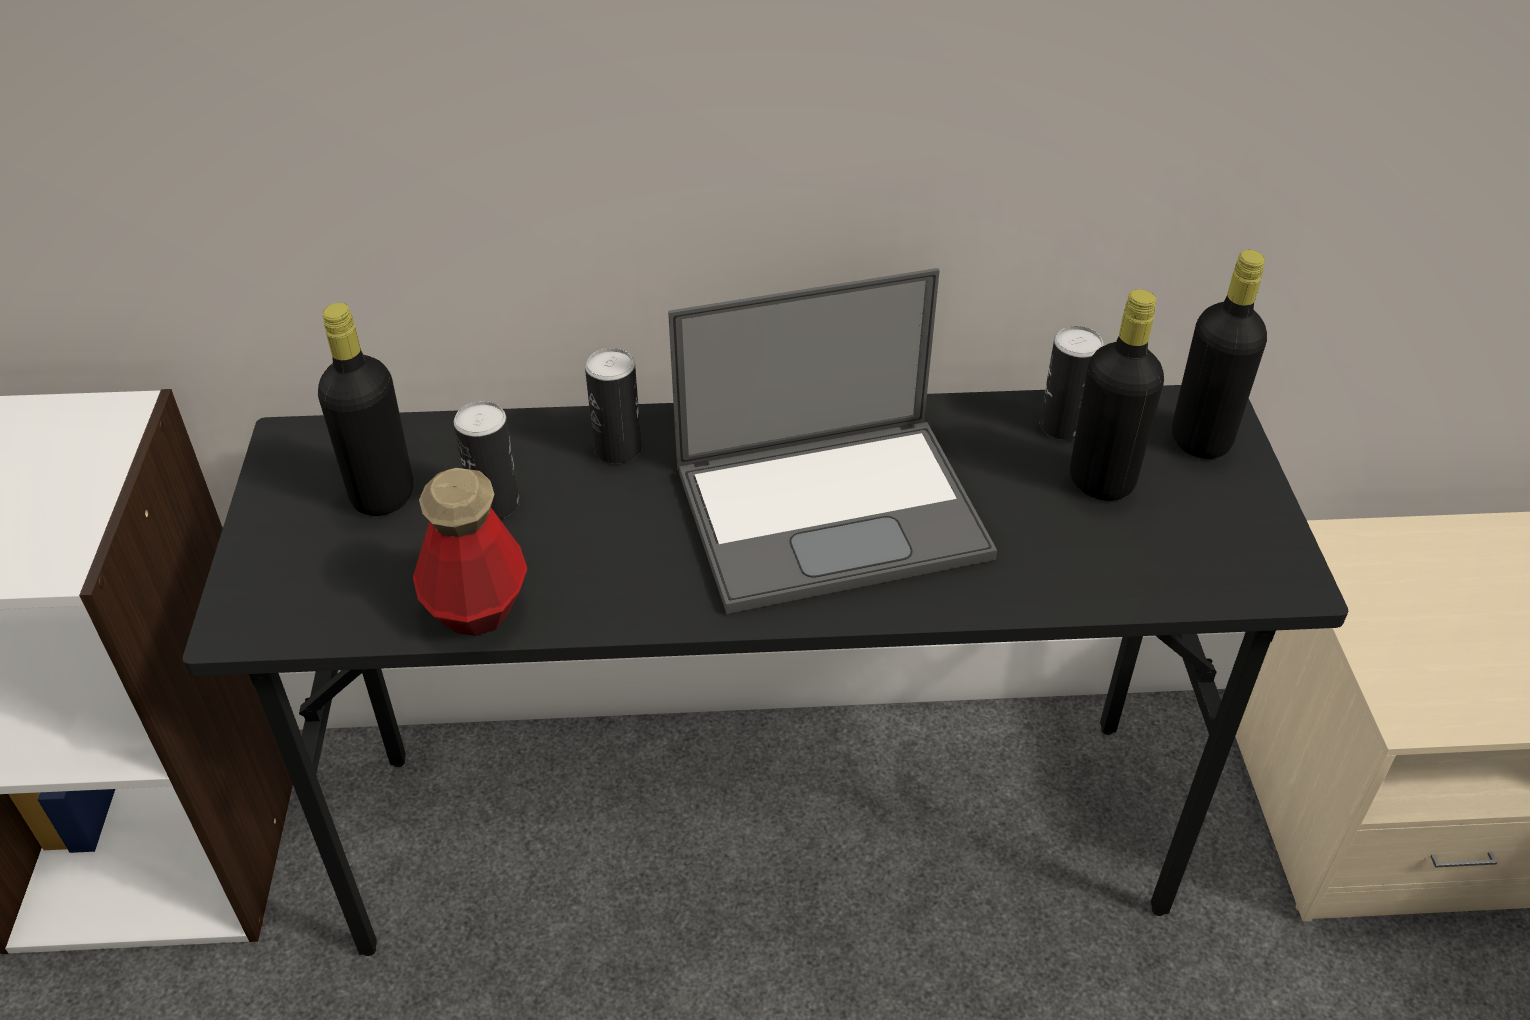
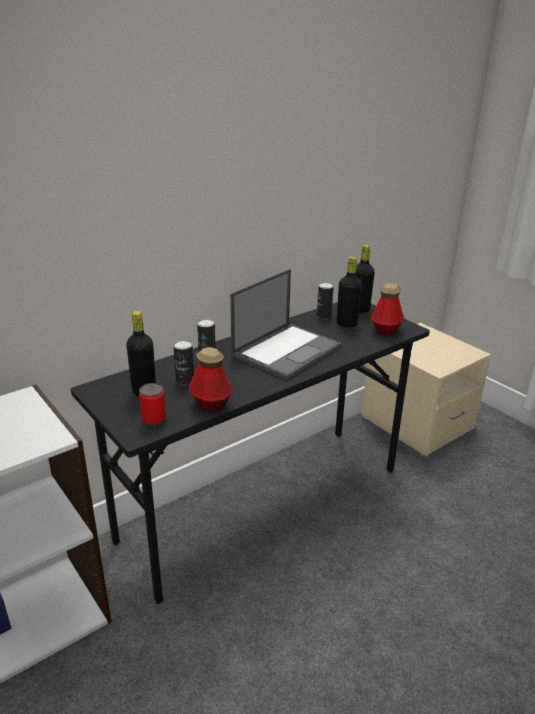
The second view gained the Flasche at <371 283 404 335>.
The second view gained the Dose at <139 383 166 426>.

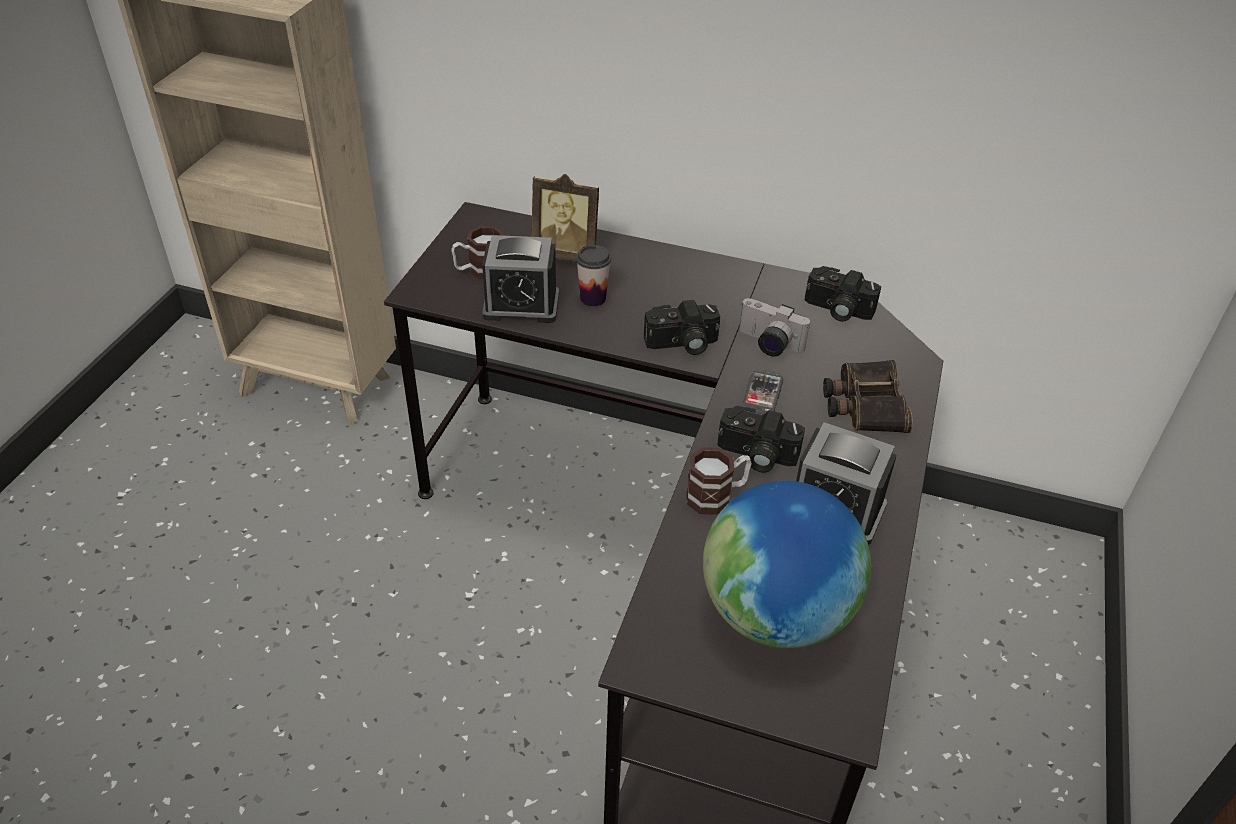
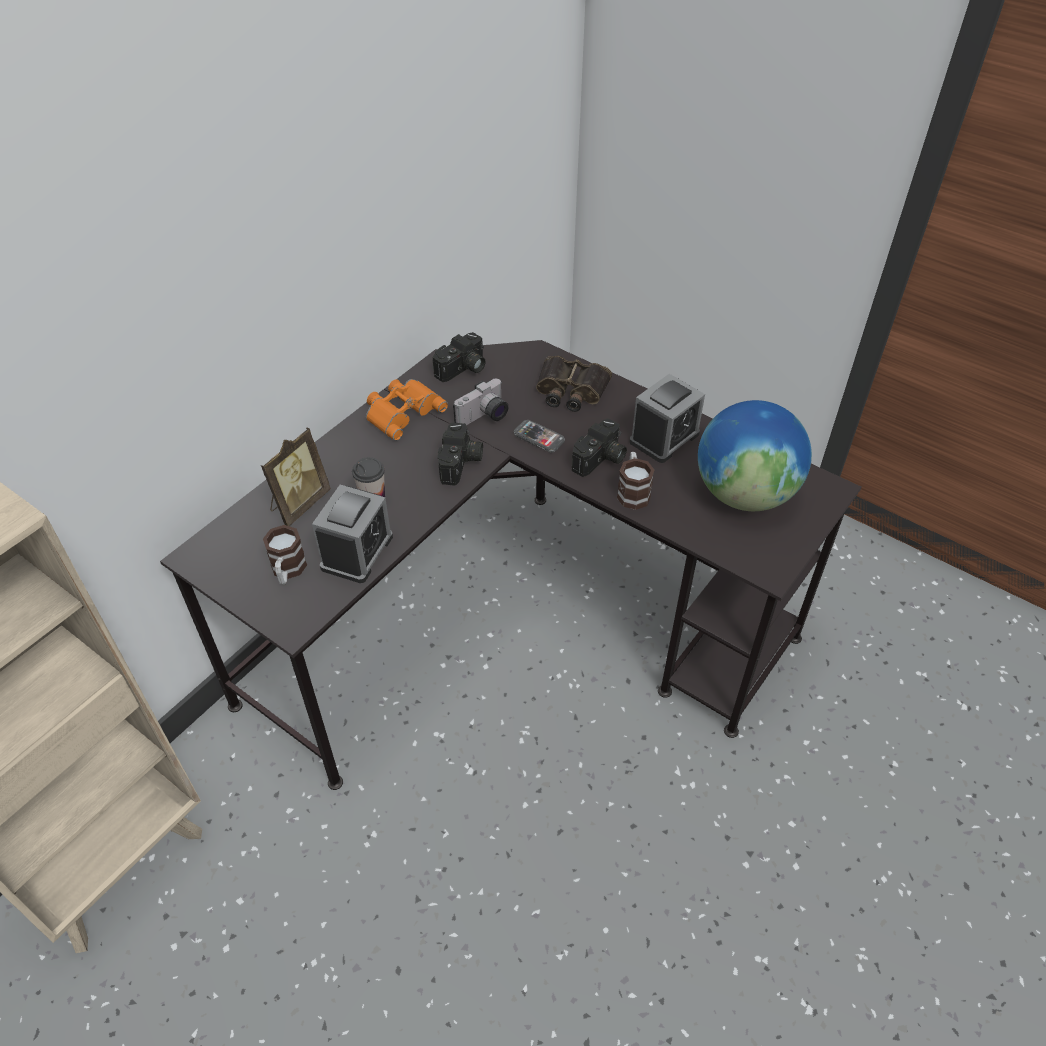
The second view gained the Fernglas/orange at <366 379 448 441>.

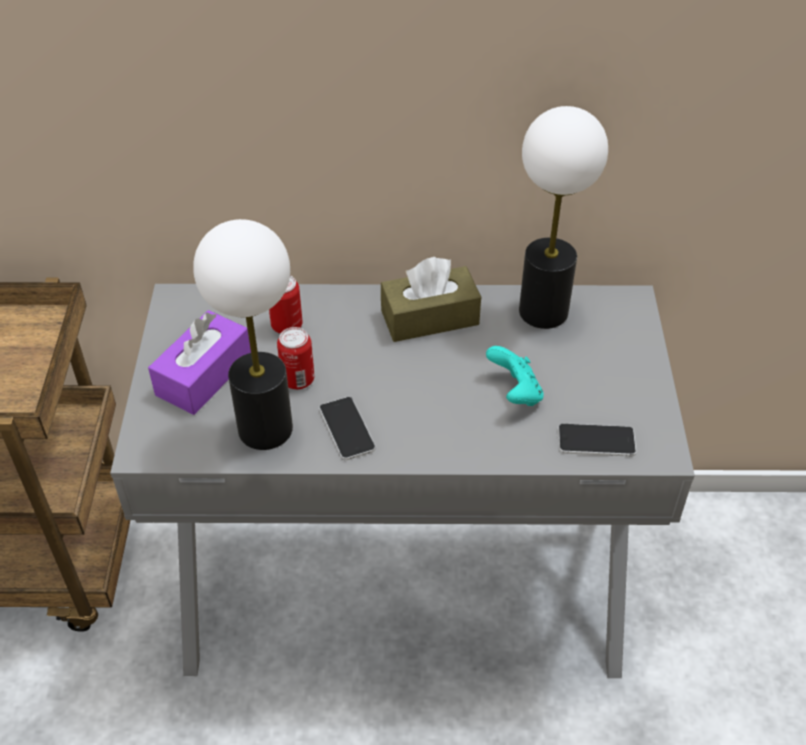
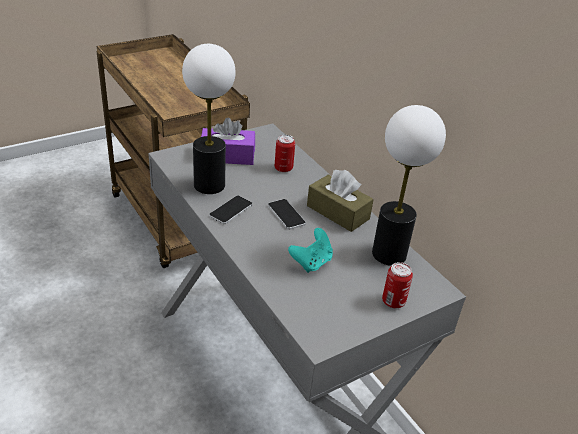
The Dose ended up elsewhere, having gone from <277 327 314 389> to <382 262 413 308>.
The Handy ended up elsewhere, having gone from <558 424 636 457> to <268 199 306 230>.

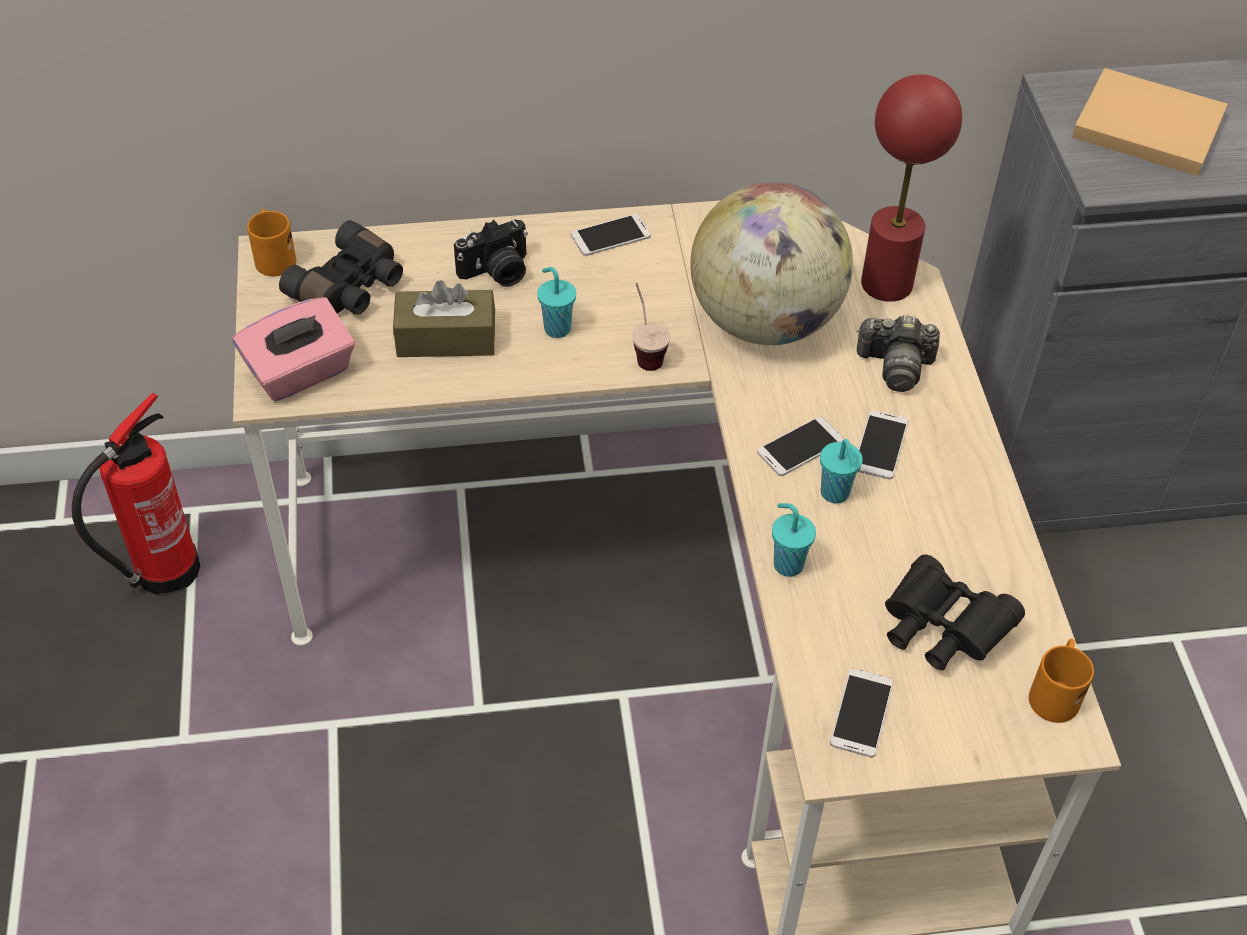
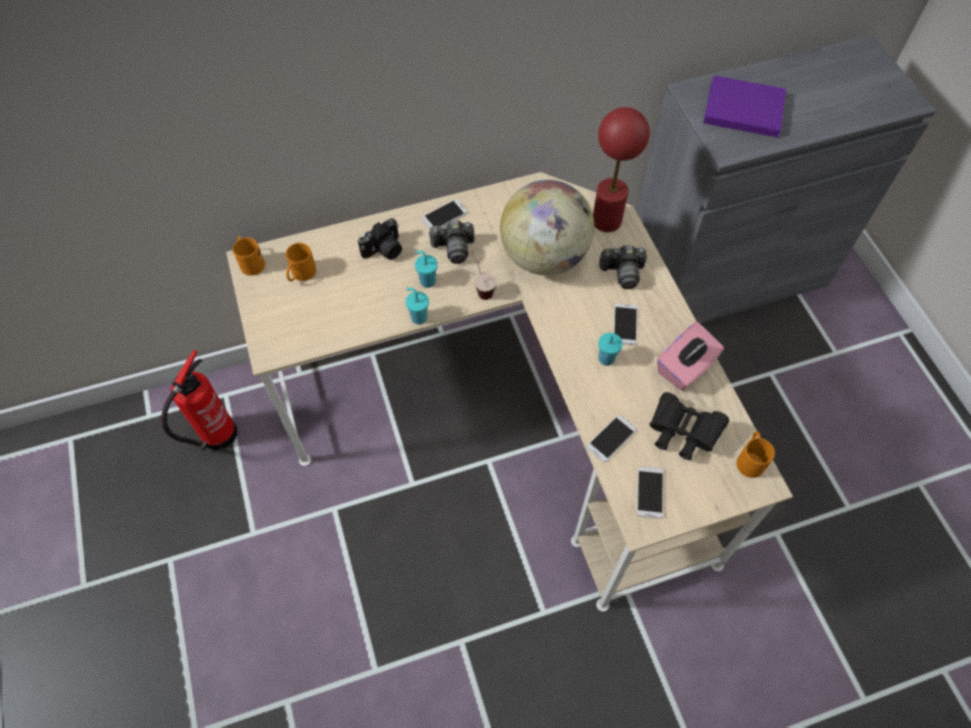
What was the Buch/beige at <1072 68 1227 176> turned into the Buch/lila at <703 76 786 138>.
Where the Fernglas/schwarz stood at <279 220 403 315>, the Henkelbecher/orange came to stand at <286 243 316 281>.
The second view lost the Taschentuchbox/braun at <393 280 495 357>.
The Taschentuchbox/rosa ended up elsewhere, having gone from <233 297 355 401> to <657 322 724 391>.
The Handy ended up elsewhere, having gone from <757 416 844 476> to <587 415 637 462>.
The Tasse/türkis ended up elsewhere, having gone from <772 503 816 577> to <405 288 429 324>.
The second view gained the Kamera at <428 220 474 264>.

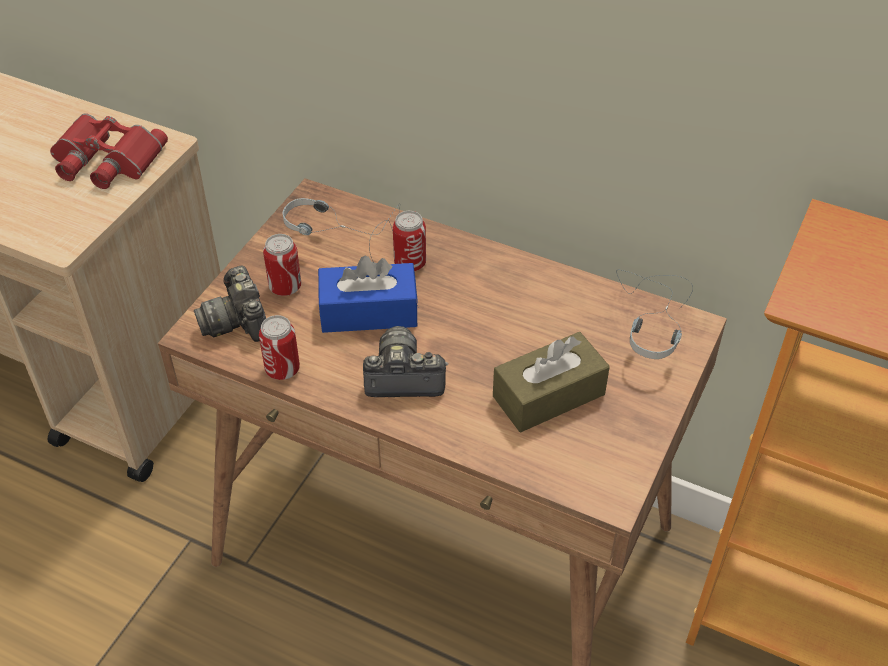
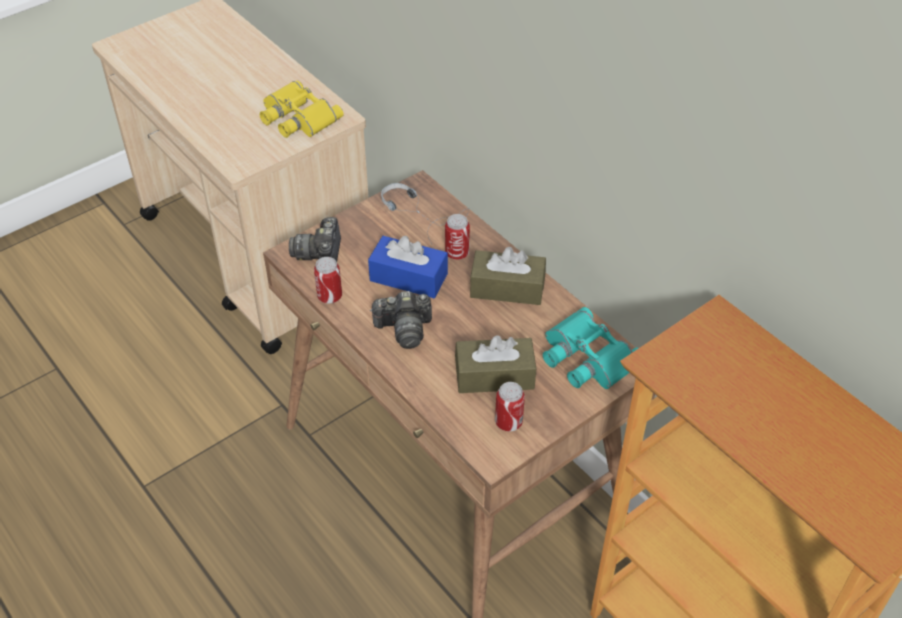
What was the Fernglas/rot at <50 113 168 189> turned into the Fernglas/gelb at <260 80 344 138>.
The Dose ended up elsewhere, having gone from <263 234 301 296> to <495 382 525 432>.
Where the Kopfhörer stood at <616 270 693 359>, the Fernglas/türkis came to stand at <543 307 638 389>.
The Kamera at <363 326 448 397> ended up facing another way, 150 degrees clockwise from before.
The second view gained the Taschentuchbox/braun at <470 247 546 305>.

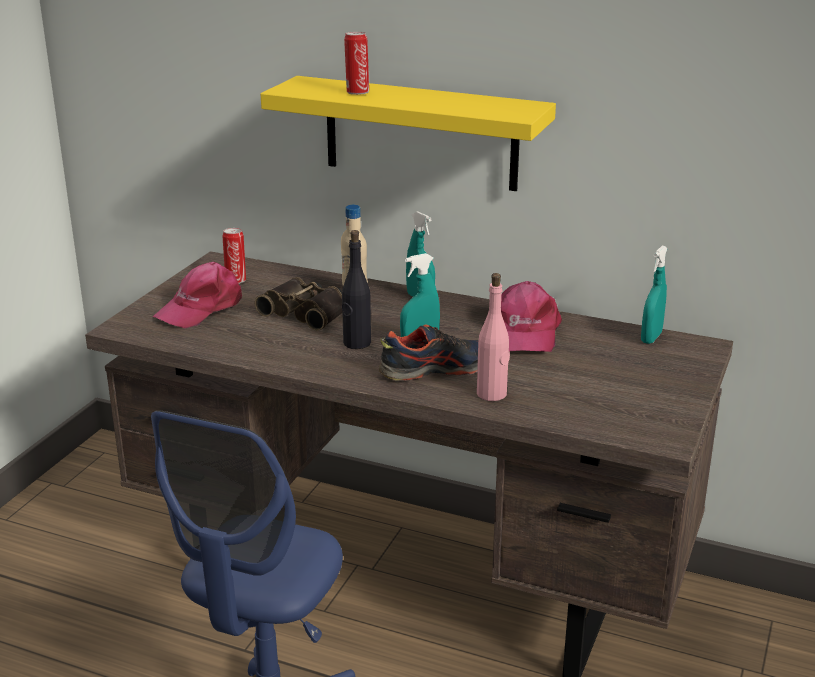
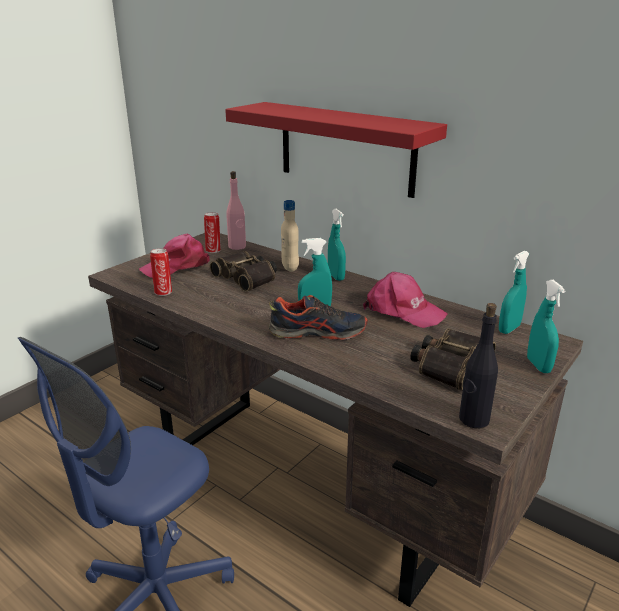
The Dose ended up elsewhere, having gone from <344 32 369 95> to <150 248 172 296>.
What was the Wandregal/gelb at <261 76 556 191> turned into the Wandregal/rot at <225 102 447 198>.
The Flasche/schwarz ended up elsewhere, having gone from <342 230 371 349> to <459 303 498 428>.
The Flasche/rosa ended up elsewhere, having gone from <477 273 510 401> to <226 171 246 250>.
The Kappe/rosa at <501 281 562 352> ended up facing another way, 75 degrees counterclockwise from before.
The second view gained the Sprühflasche/türkis at <527 280 566 373>.
The second view gained the Fernglas at <410 329 496 391>.

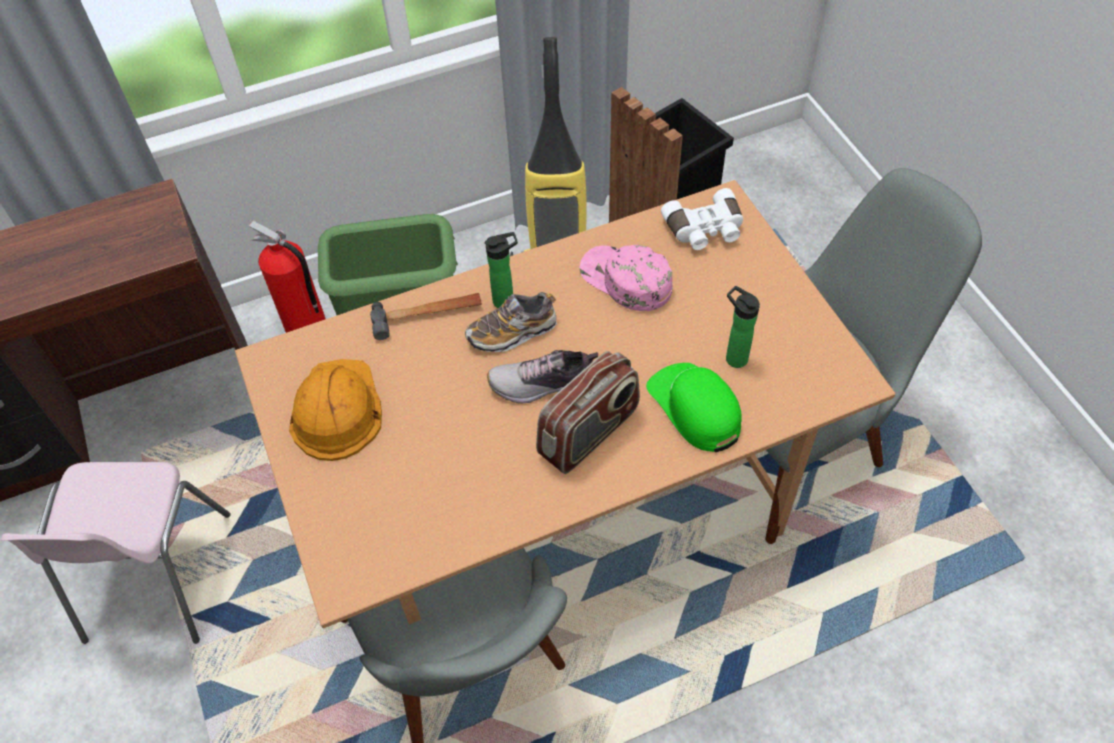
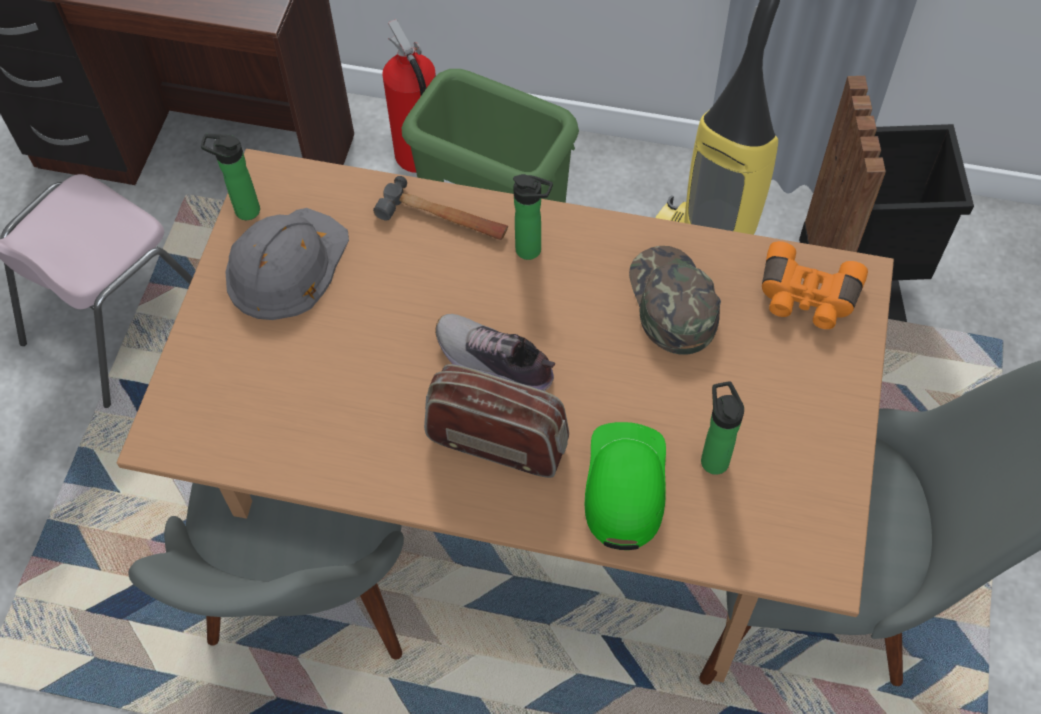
What was the Fernglas/weiß at <661 188 743 250> turned into the Fernglas/orange at <762 241 868 329>.
What was the Kappe/rosa at <579 245 673 311> turned into the Kappe/grün at <629 246 721 355>.
The second view lost the Schuh at <465 292 557 352>.
The Radio at <536 351 640 474> ended up facing another way, 150 degrees counterclockwise from before.
What was the Schutzhelm/orange at <289 359 382 461> turned into the Schutzhelm/grau at <225 208 349 320>.
The second view gained the Flasche at <201 134 260 220>.

